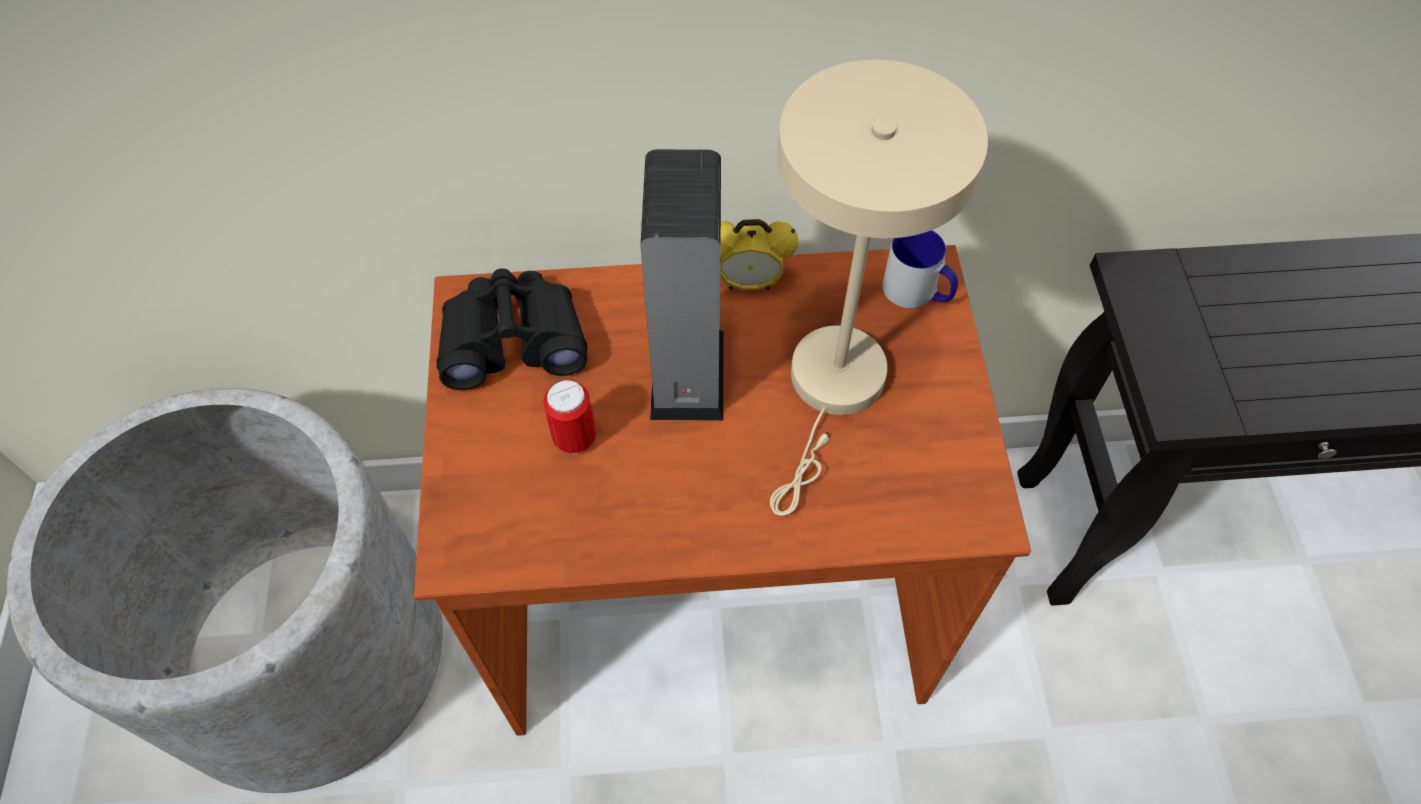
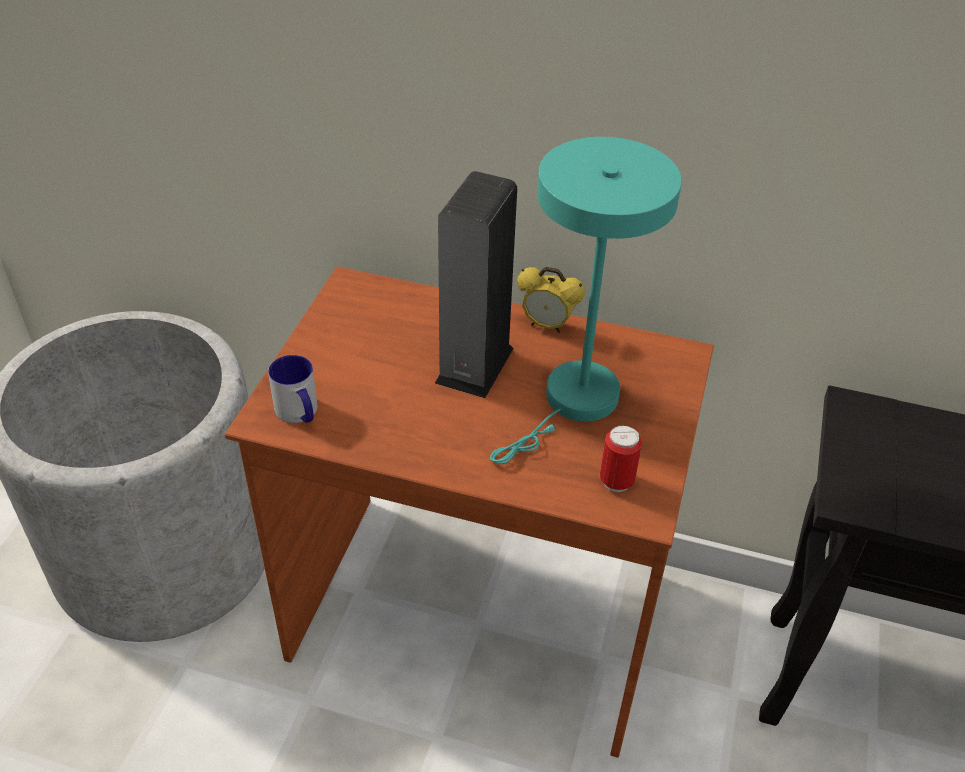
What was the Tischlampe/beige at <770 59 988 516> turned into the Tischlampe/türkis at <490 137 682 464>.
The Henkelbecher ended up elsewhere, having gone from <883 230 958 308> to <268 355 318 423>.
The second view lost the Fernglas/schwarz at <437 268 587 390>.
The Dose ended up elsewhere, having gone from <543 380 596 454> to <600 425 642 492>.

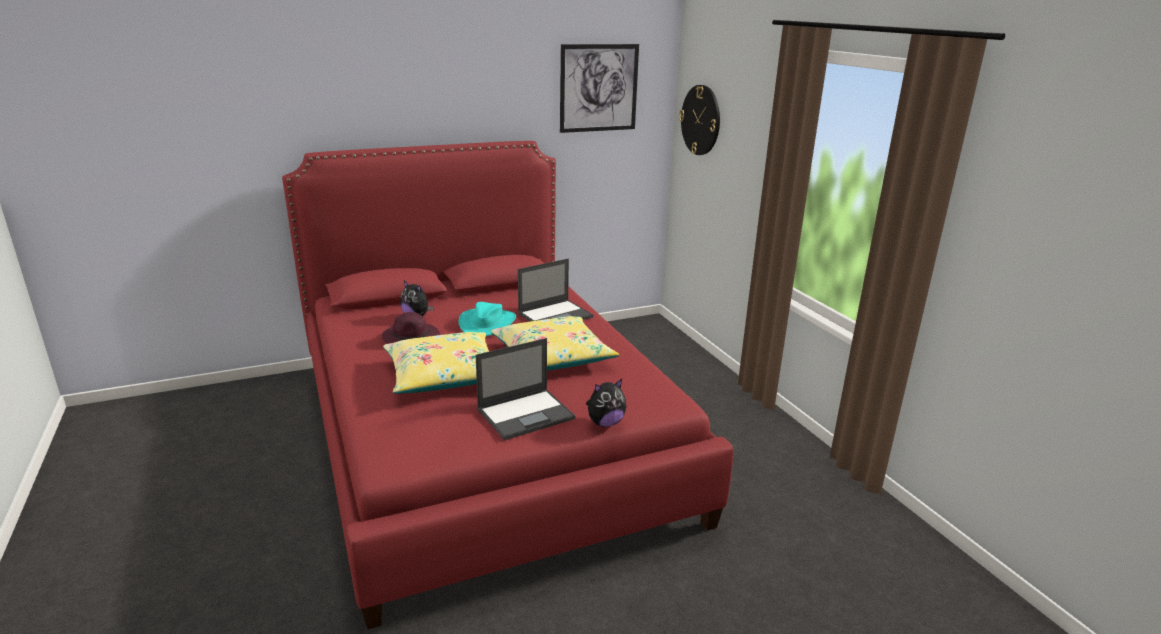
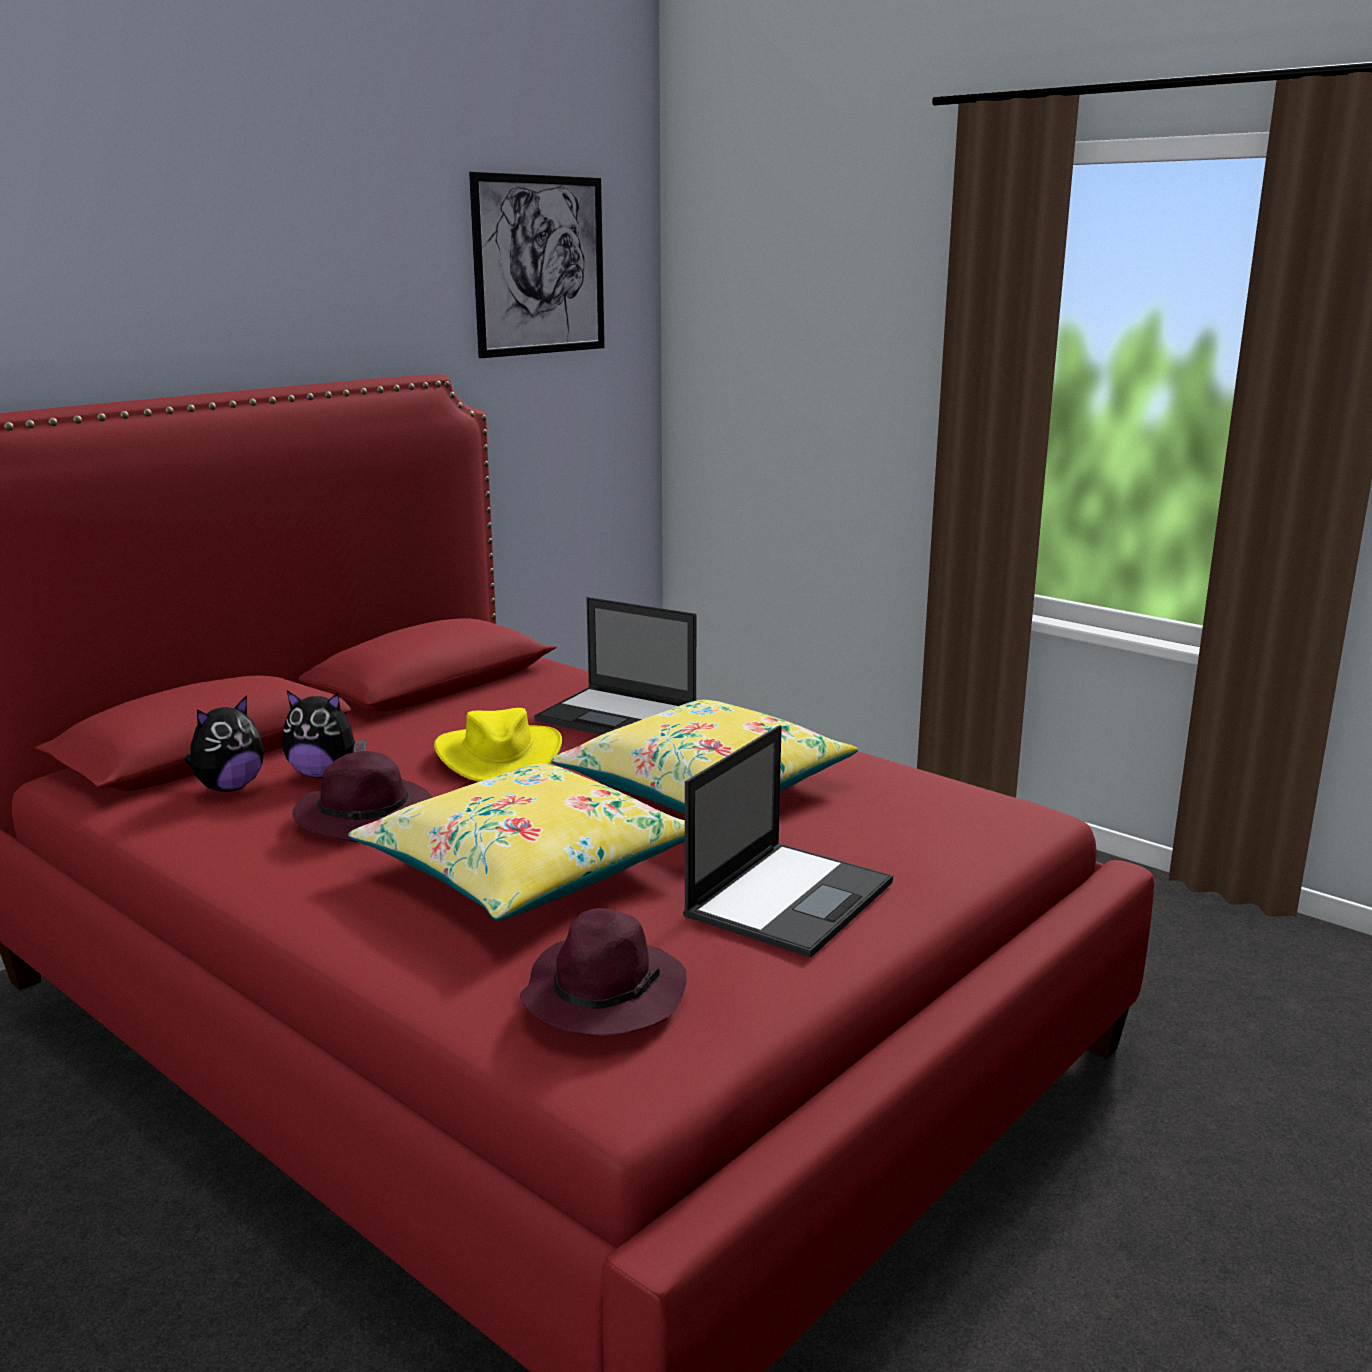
The second view lost the Wanduhr at <679 85 720 155>.
The Laptop at <518 258 594 322> ended up facing another way, 90 degrees clockwise from before.
What was the Hut/türkis at <459 302 516 336> turned into the Hut/gelb at <434 708 562 782>.
The Plüschtier ended up elsewhere, having gone from <586 379 626 427> to <185 695 264 792>.
The second view gained the Hut/lila at <520 908 687 1036>.

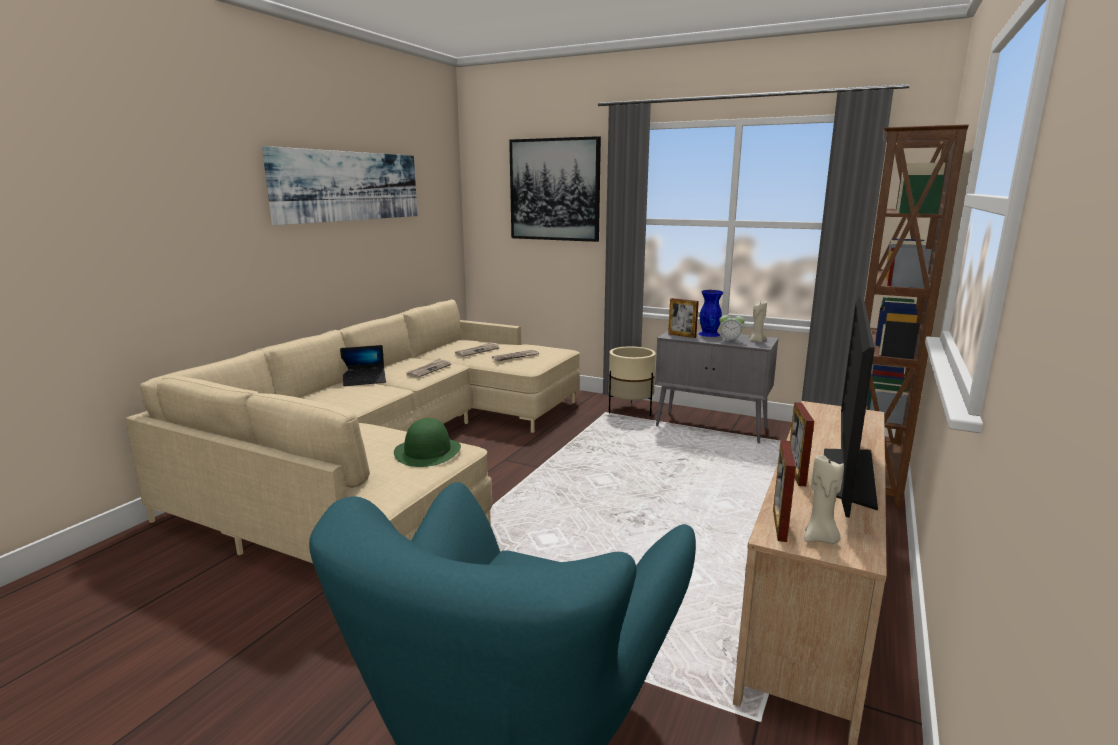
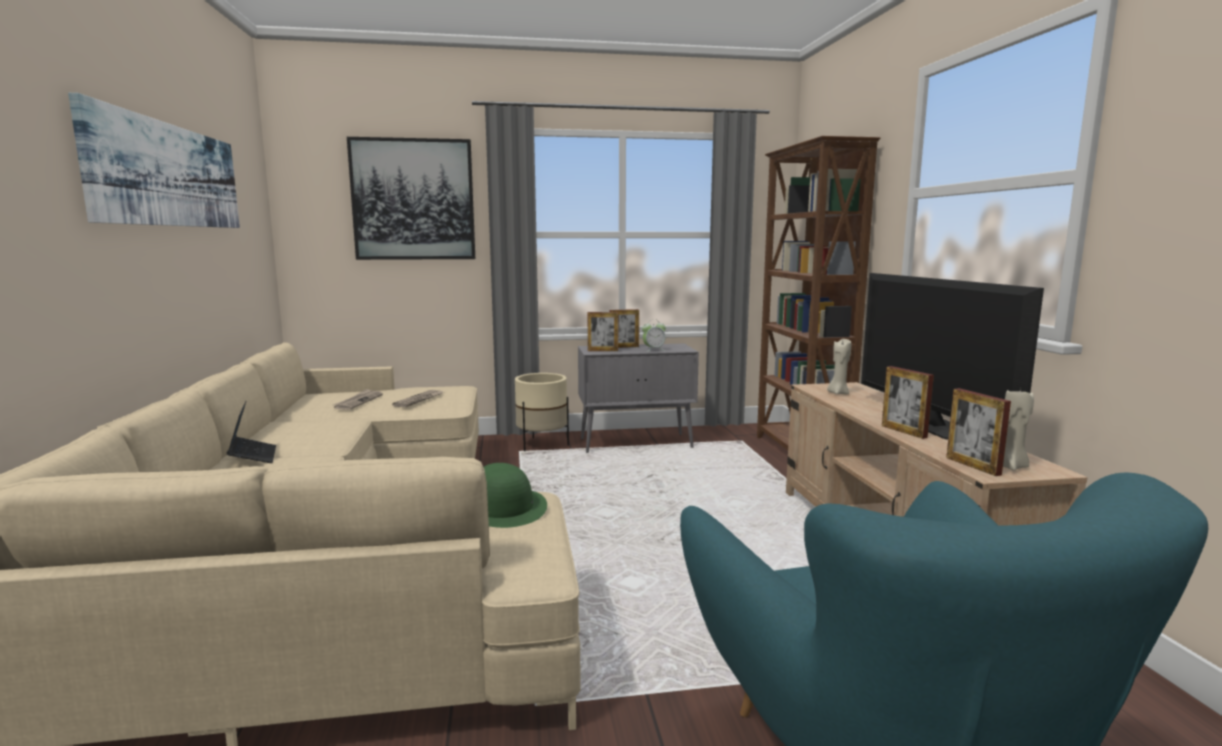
Where the Vase/blau stood at <699 290 723 337>, the Bilderrahmen came to stand at <609 309 639 348>.
The Kerze/beige ended up elsewhere, having gone from <749 301 767 343> to <827 339 851 394>.
The Laptop at <340 345 386 386> ended up facing another way, 60 degrees counterclockwise from before.
The second view lost the Zeitung at <406 358 451 378>.

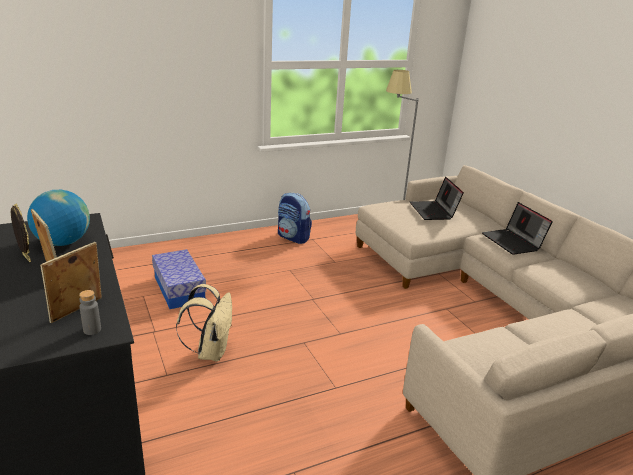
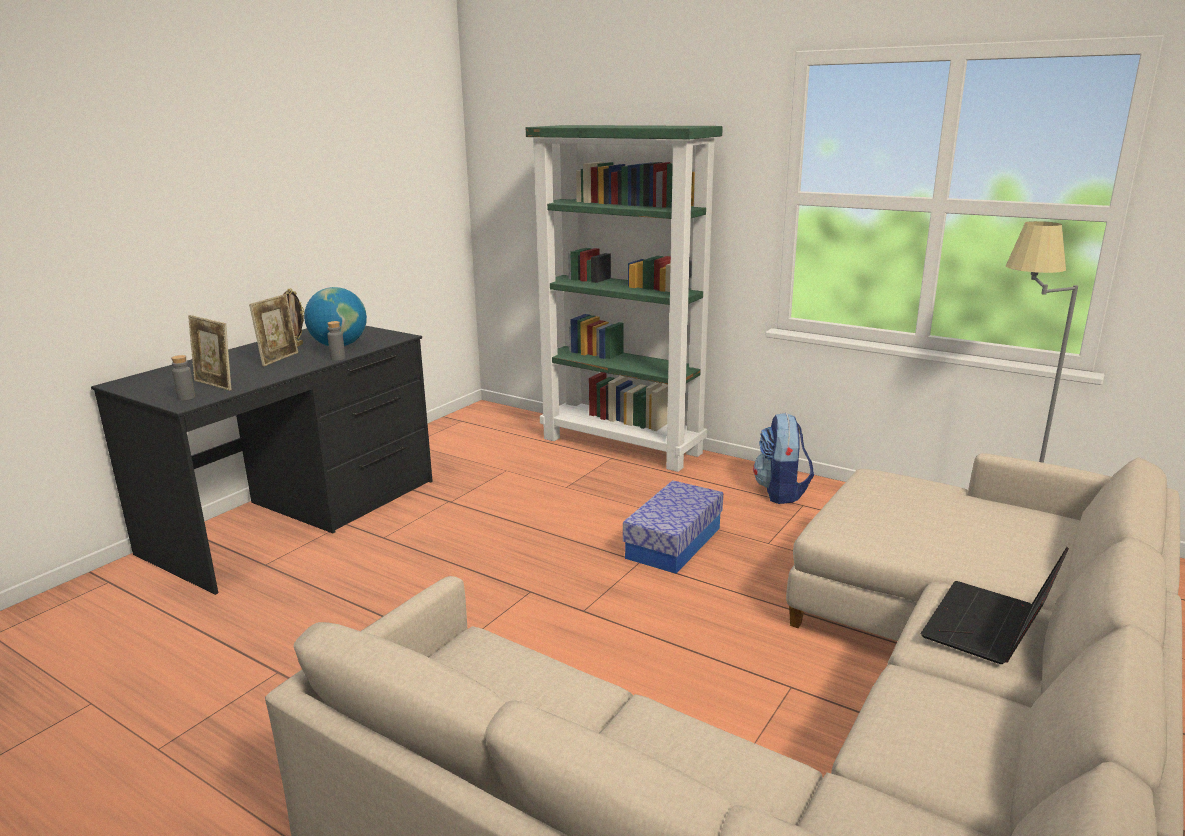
The second view lost the Laptop at <410 177 464 220>.
The Bilderrahmen at <40 242 102 323> ended up facing another way, 150 degrees counterclockwise from before.
The Aufbewahrungsbox ended up elsewhere, having gone from <152 249 206 309> to <623 480 723 574>.
The second view lost the Rucksack/beige at <176 284 232 362>.
The second view gained the Bücherregal/grün at <526 125 723 472>.
The second view gained the Flasche/grau at <327 321 345 361>.

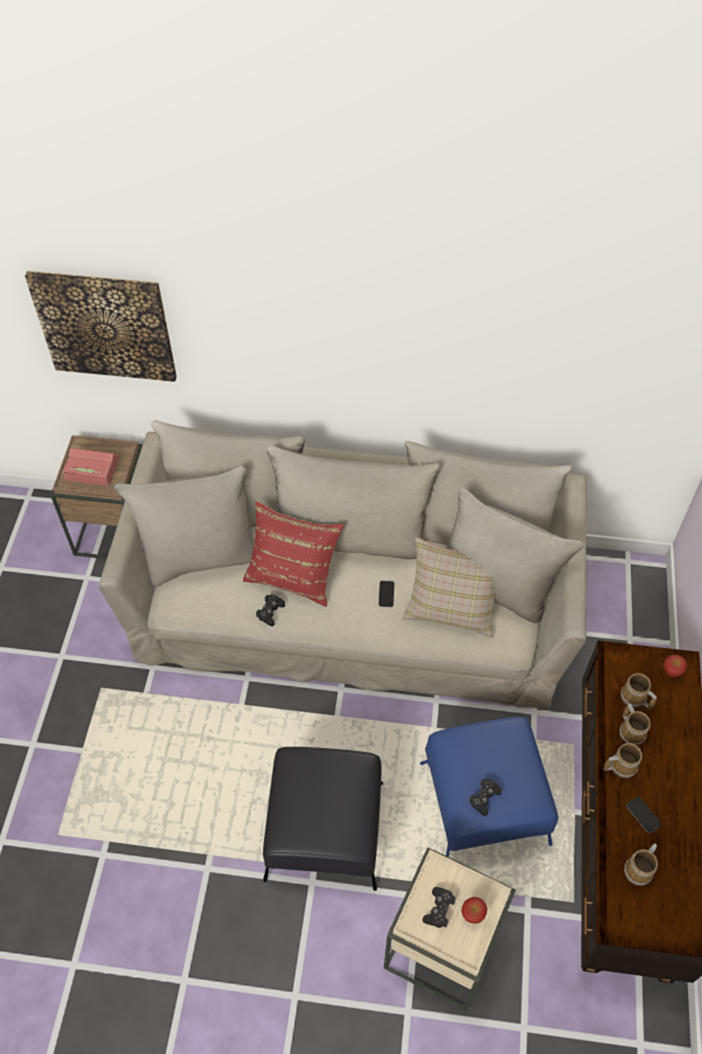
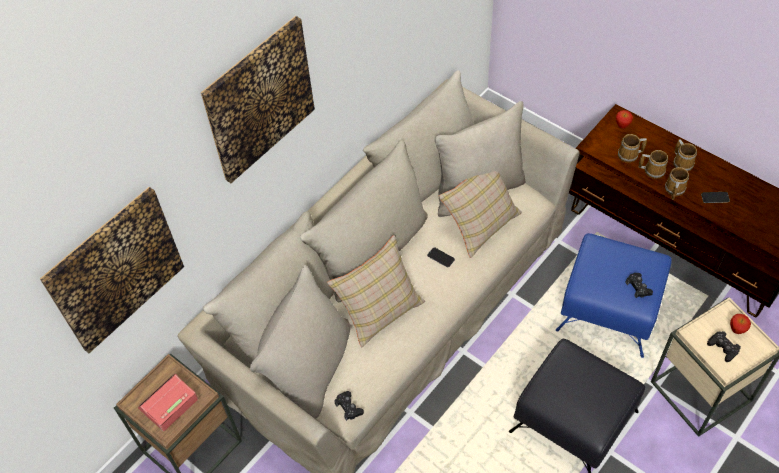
What was the Kissen/rot at <243 501 344 607> turned into the Kissen/beige at <327 235 425 347>.
The Gamepad/schwarz ended up elsewhere, having gone from <256 594 285 626> to <335 391 364 421>.
The Henkelbecher ended up elsewhere, having gone from <624 844 658 886> to <673 139 697 171>.
The second view gained the Bild at <201 16 315 183>.

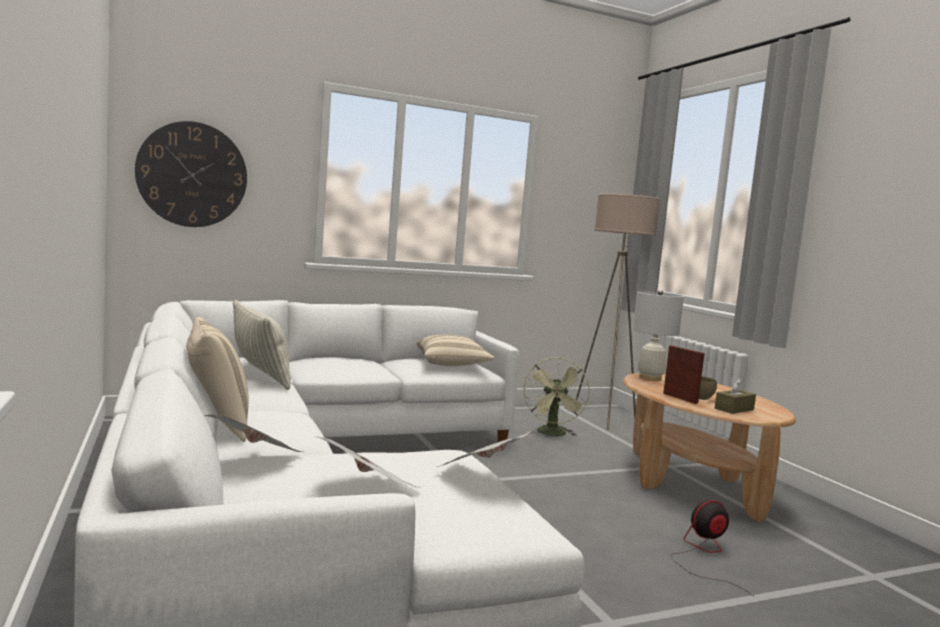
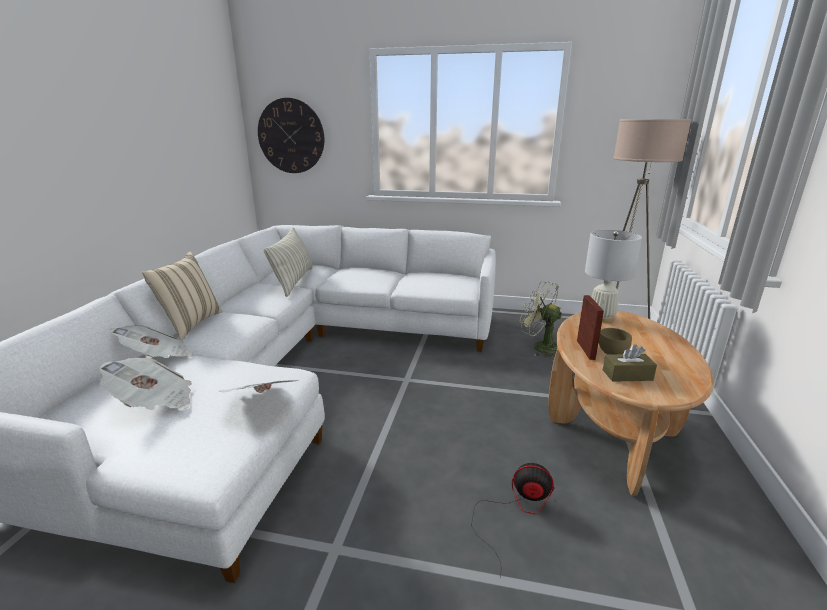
The second view lost the Kissen/beige at <417 335 495 366>.
The Ventilator/grün at <524 357 590 436> ended up facing another way, 90 degrees clockwise from before.

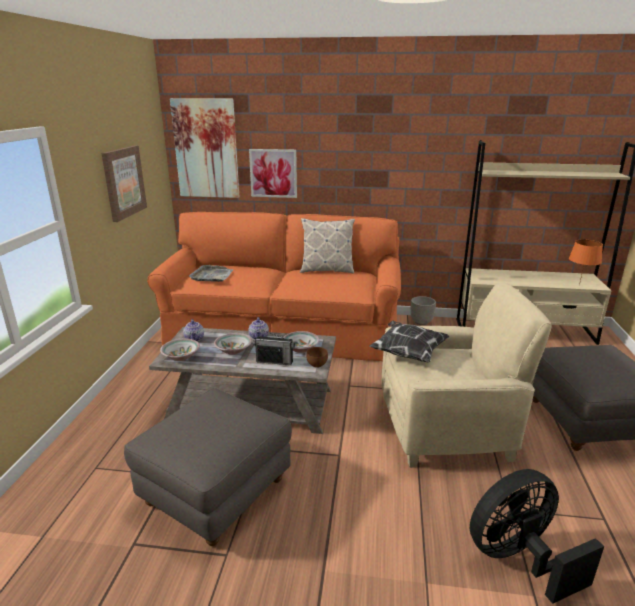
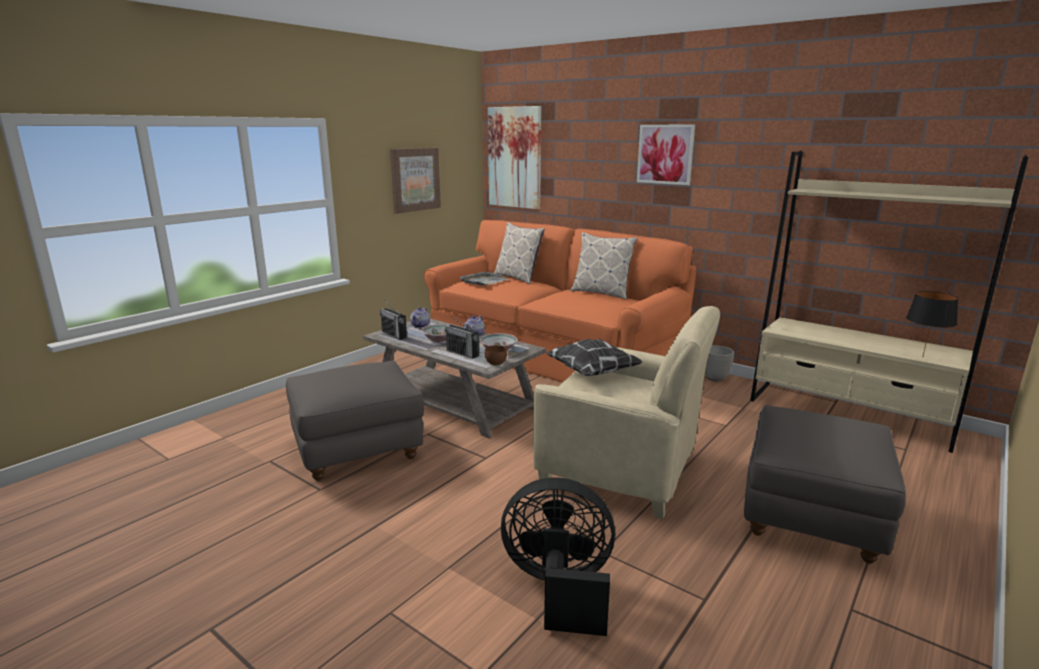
The Bild ended up elsewhere, having gone from <249 149 297 198> to <637 125 695 185>.
What was the Tischlampe/orange at <569 239 603 286> turned into the Tischlampe/schwarz at <906 291 958 356>.
Where the Schüssel stood at <160 338 200 361>, the Radio came to stand at <380 300 407 340>.
The second view gained the Kissen at <493 222 545 284>.

